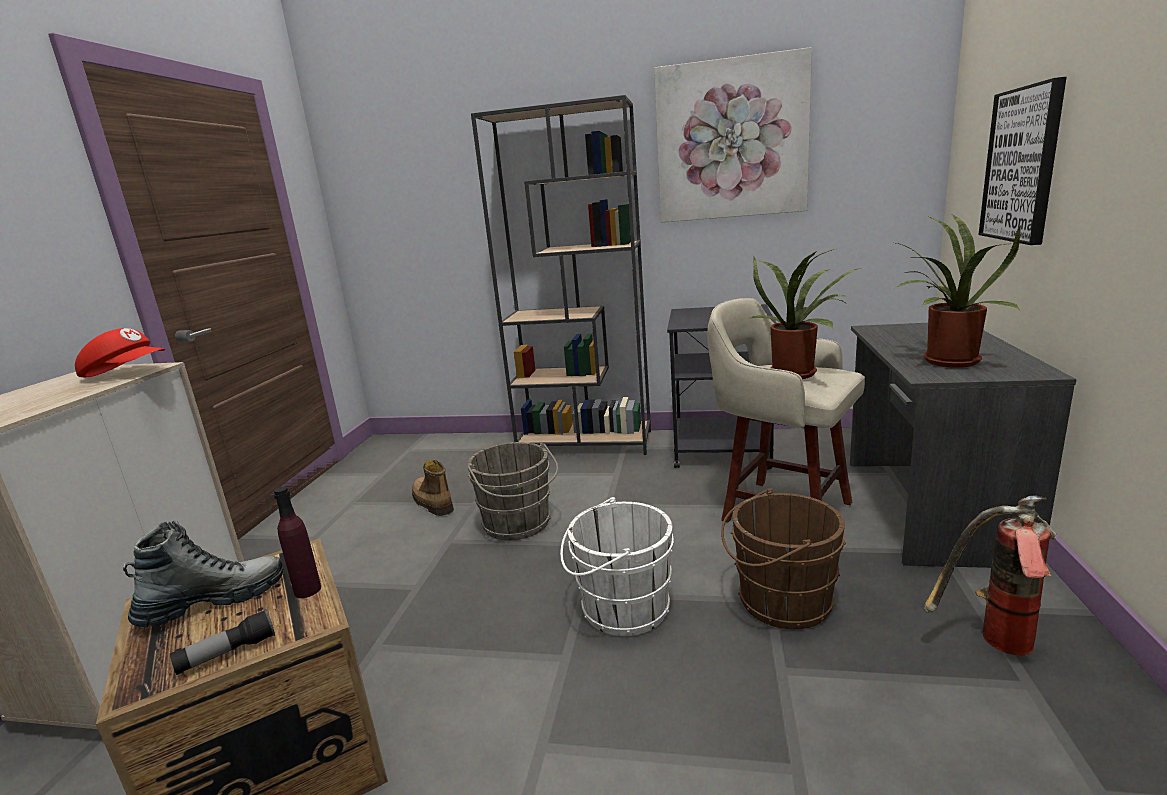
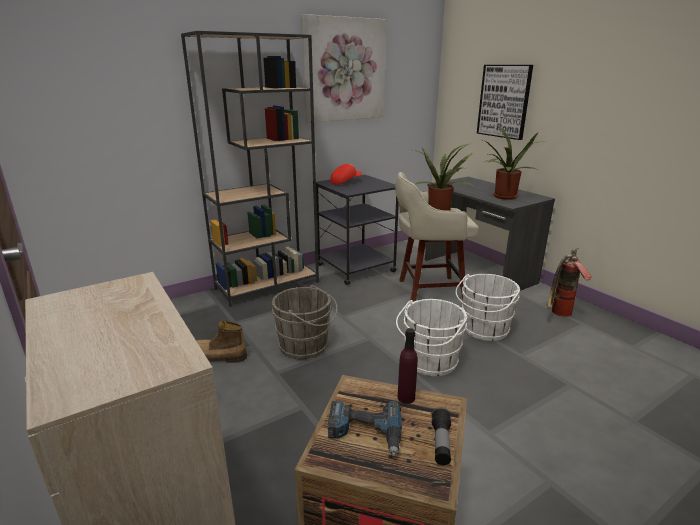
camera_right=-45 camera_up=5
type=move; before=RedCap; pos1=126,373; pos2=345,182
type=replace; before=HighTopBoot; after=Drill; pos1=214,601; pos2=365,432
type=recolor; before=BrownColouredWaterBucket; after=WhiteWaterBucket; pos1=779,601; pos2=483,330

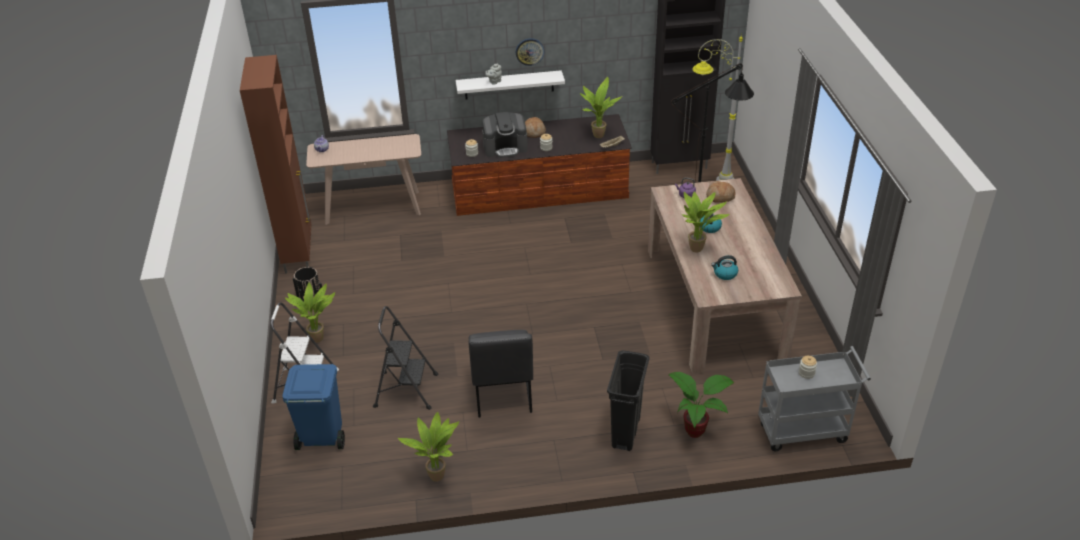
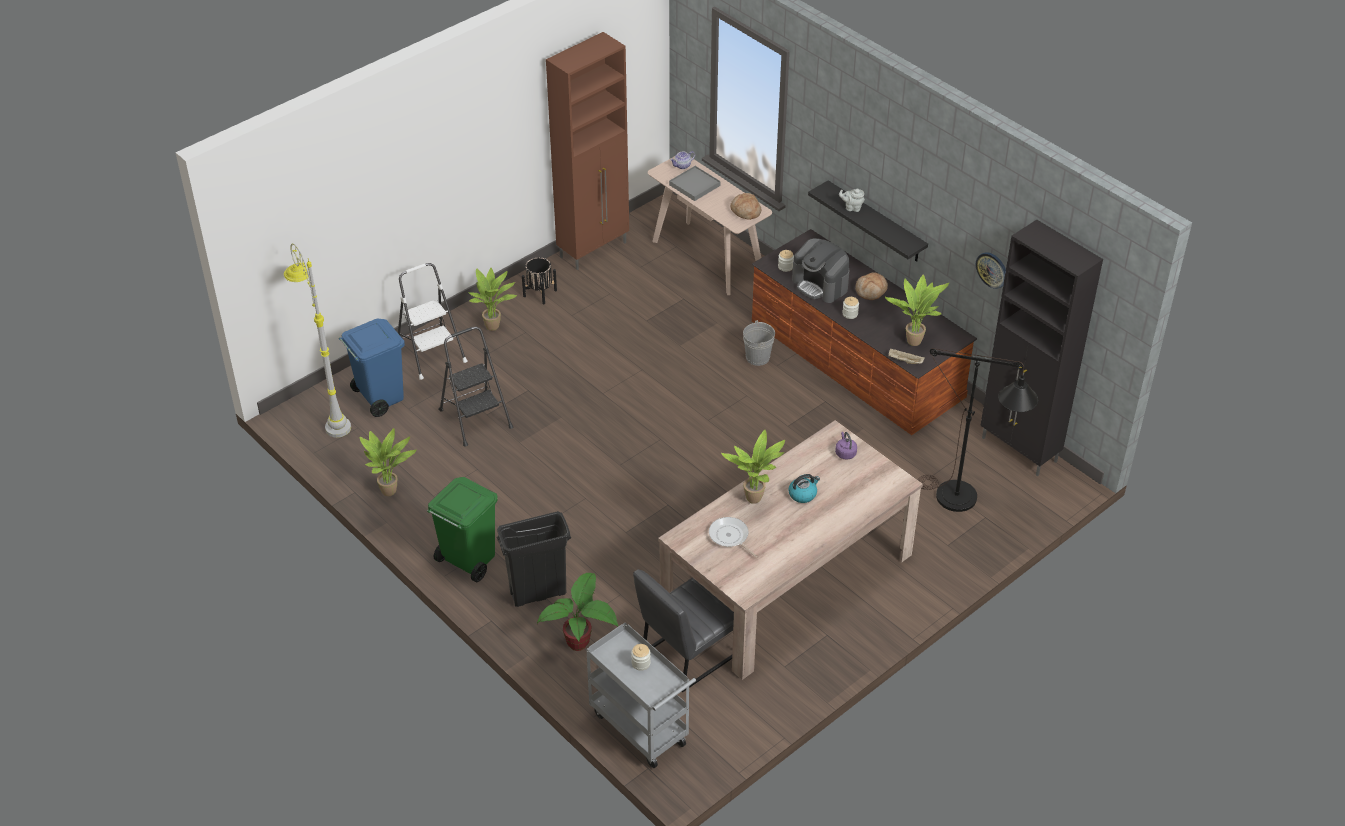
camera_right=55 camera_up=5
type=insert; after=GreenWasteBin; pos2=468,560
type=insert; after=GrayServingTray; pos2=694,185
type=insert; after=GrayWaterBucket; pos2=757,357
type=move; before=GrayPlainChair; pos1=502,393; pos2=688,654
type=move; before=WallClock; pos1=529,51; pos2=992,269
type=move; before=GrayFloorLamp; pos1=708,182; pos2=329,415
type=move; before=Bread; pos1=720,197; pos2=745,211
type=replace; before=WaterKettle; after=Skillet; pos1=725,274; pos2=730,537
type=recolor; before=WhiteShelf; after=BlackShelf; pos1=509,85; pos2=876,222

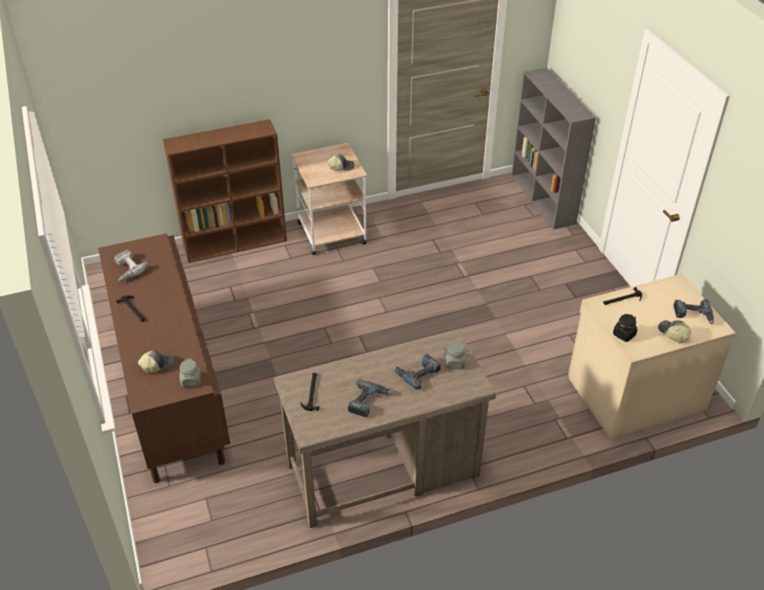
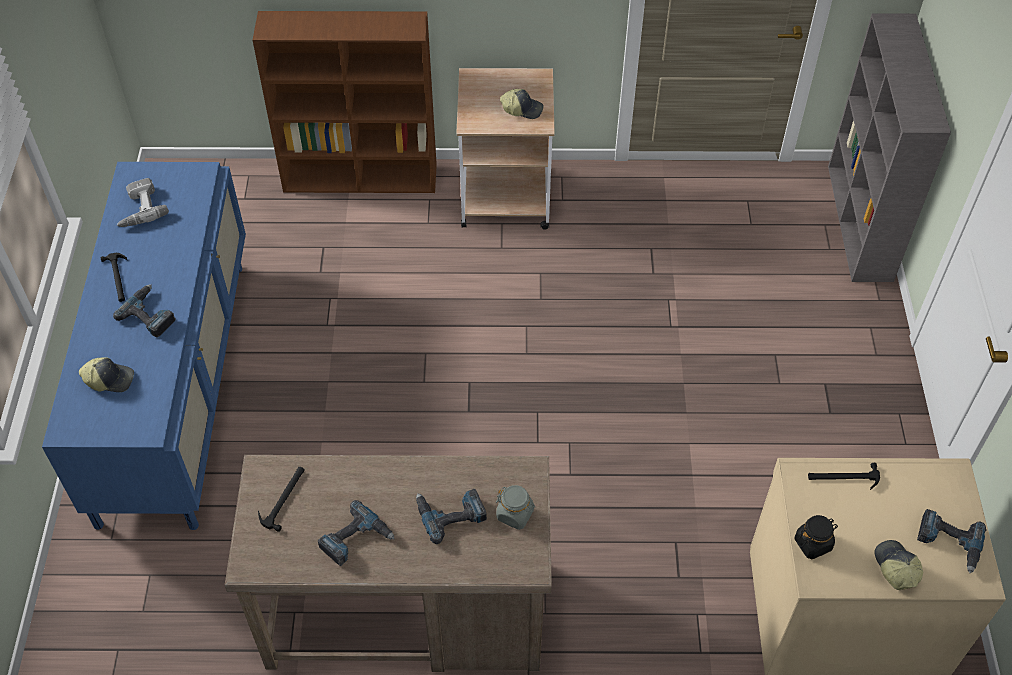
camera_right=20 camera_up=10
type=delete; before=GrayStorageJar; pos1=191,380
type=insert; after=Drill; pos2=150,314
type=recolor; before=BrownColouredCabinet; after=BluishCabinet; pos1=172,387; pos2=178,387

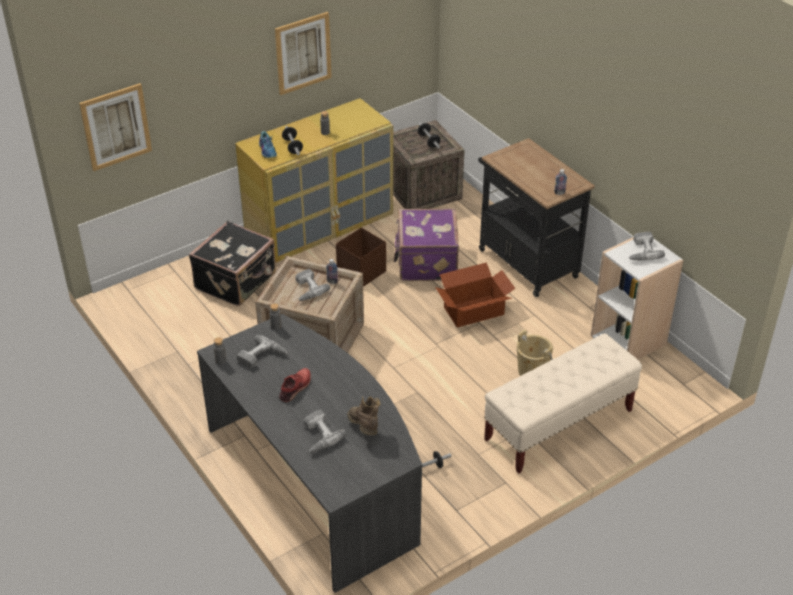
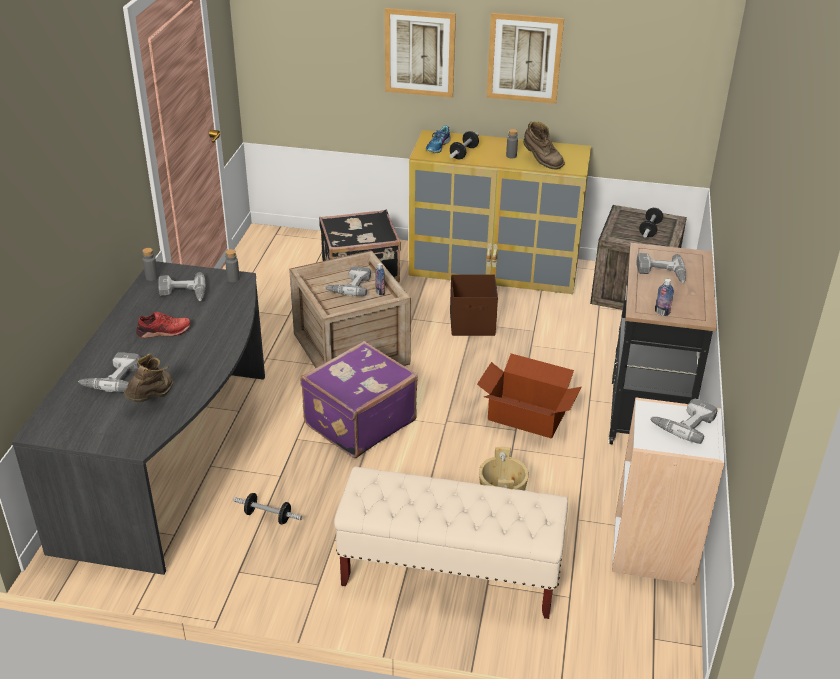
camera_right=45 camera_up=-5
type=insert; after=BrownColouredHighTopBoot; pos2=541,162
type=insert; after=Drill; pos2=661,274
type=move; before=WallPicture; pos1=116,127; pos2=419,53
type=move; before=PurpleTravelCase; pos1=426,262; pos2=358,422

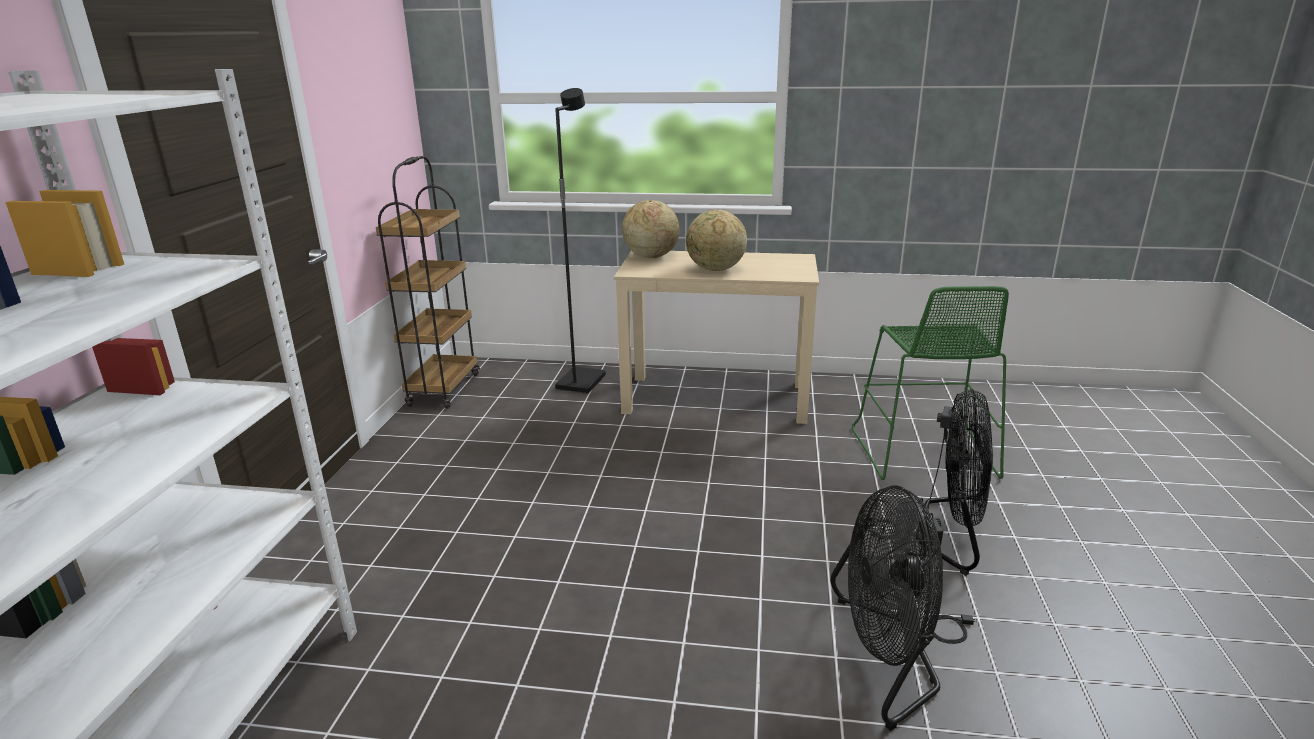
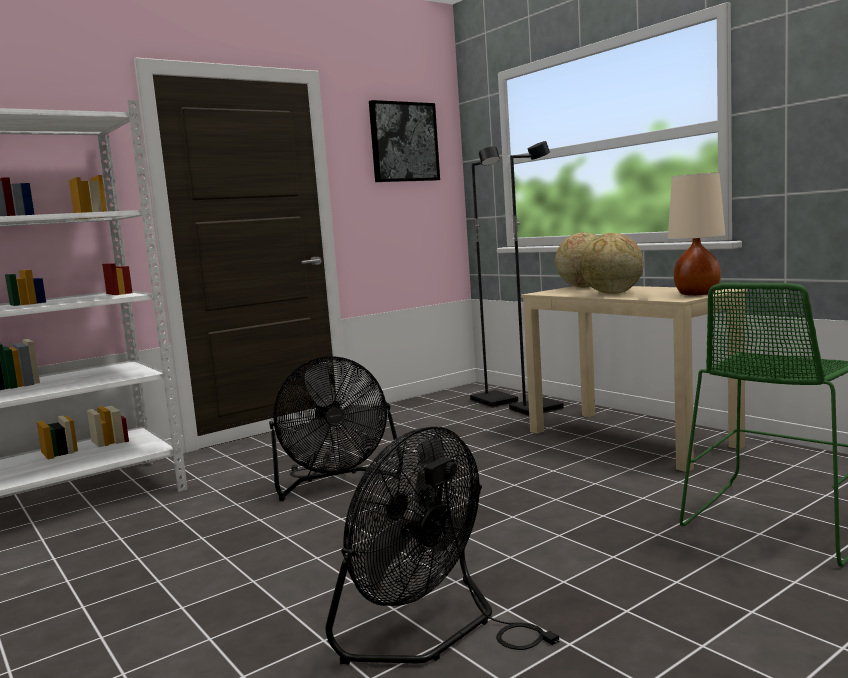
camera_right=45 camera_up=-15
type=delete; before=BrownColouredTrolley; pos1=443,391
type=insert; after=WallPicture; pos2=404,142
type=insert; after=BlackFloorLamp; pos2=495,401
type=insert; after=BeigeTabletopLamp; pos2=697,294
type=move; before=BlackElectricFan; pos1=941,530; pos2=331,482

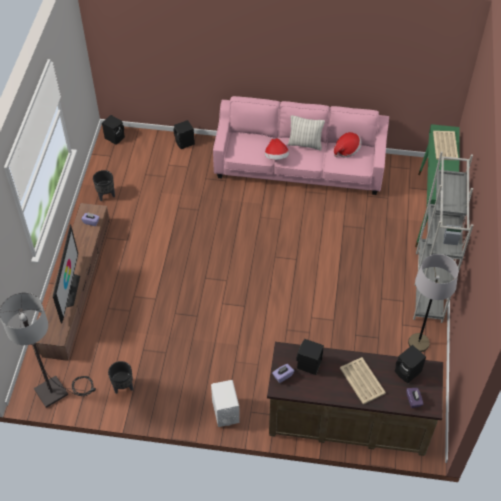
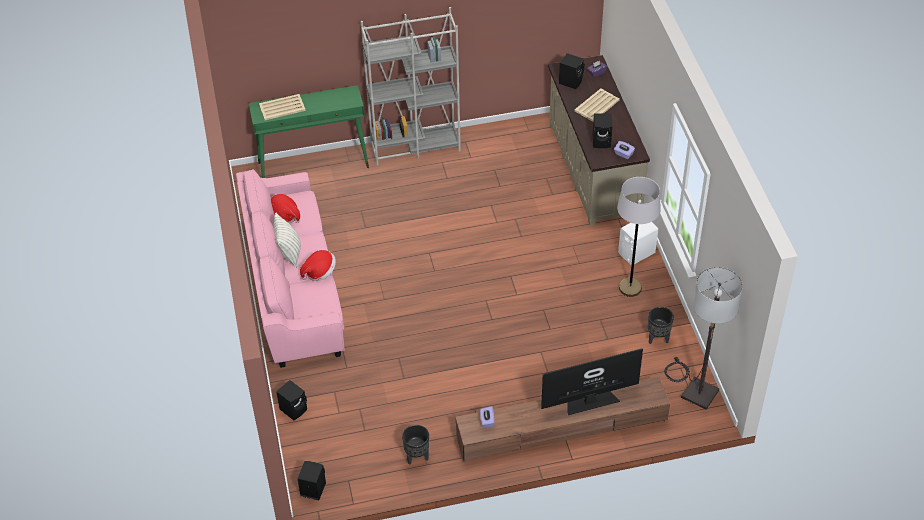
camera_right=-110 camera_up=-5
type=move; before=GrayFloorLamp; pos1=418,343; pos2=630,288

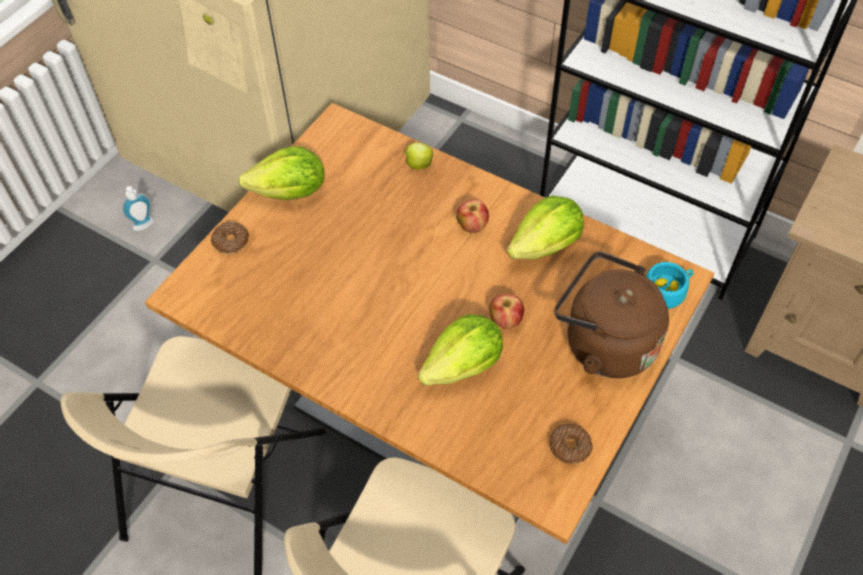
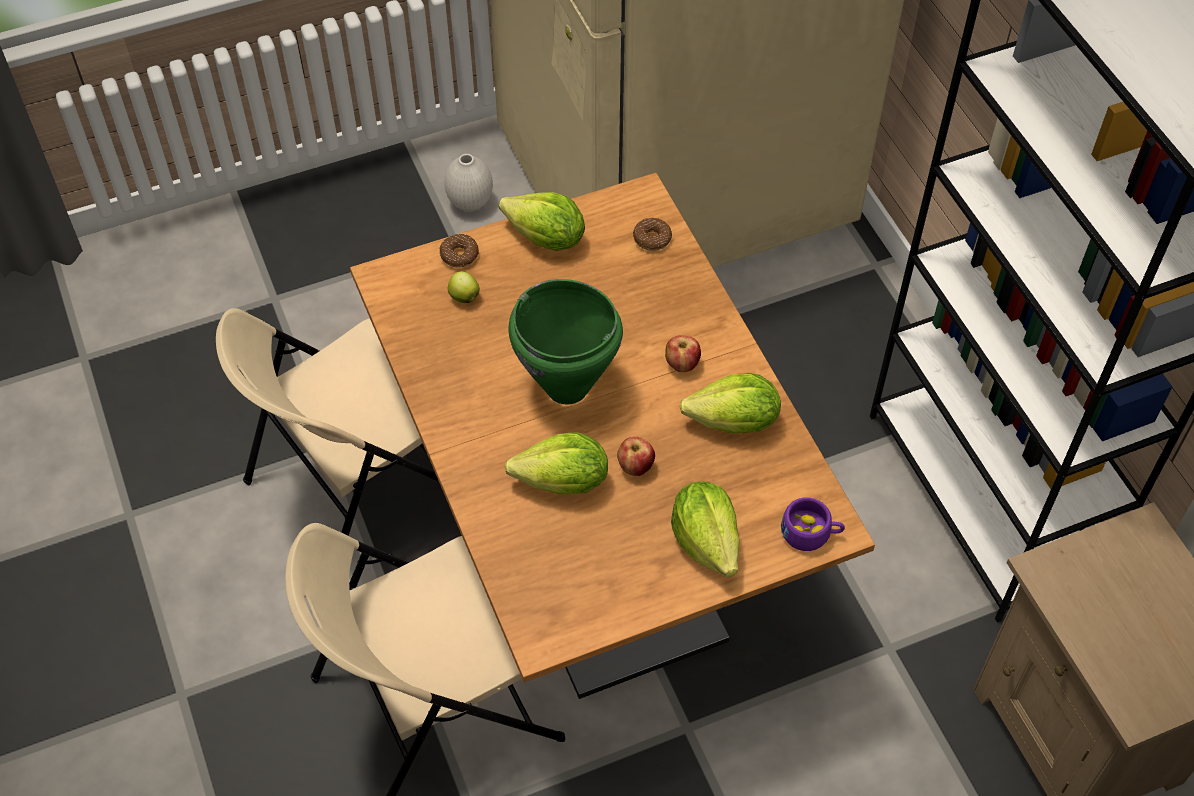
camera_right=35 camera_up=0
type=insert; after=GreenSaucepot; pos2=567,388
type=move; before=WholeApple; pos1=418,165; pos2=463,296
type=move; before=RingDoughnut; pos1=569,447; pos2=652,238
type=replace; before=SoapBottle; after=WhiteFlowerVase; pos1=145,226; pos2=471,203
type=replace; before=BrownColouredWaterKettle; after=LettuceHead; pos1=604,343; pos2=706,541
type=recolor; before=BlueGreenDrinkingCup; after=PurpleDrinkingCup; pos1=667,291; pos2=811,533

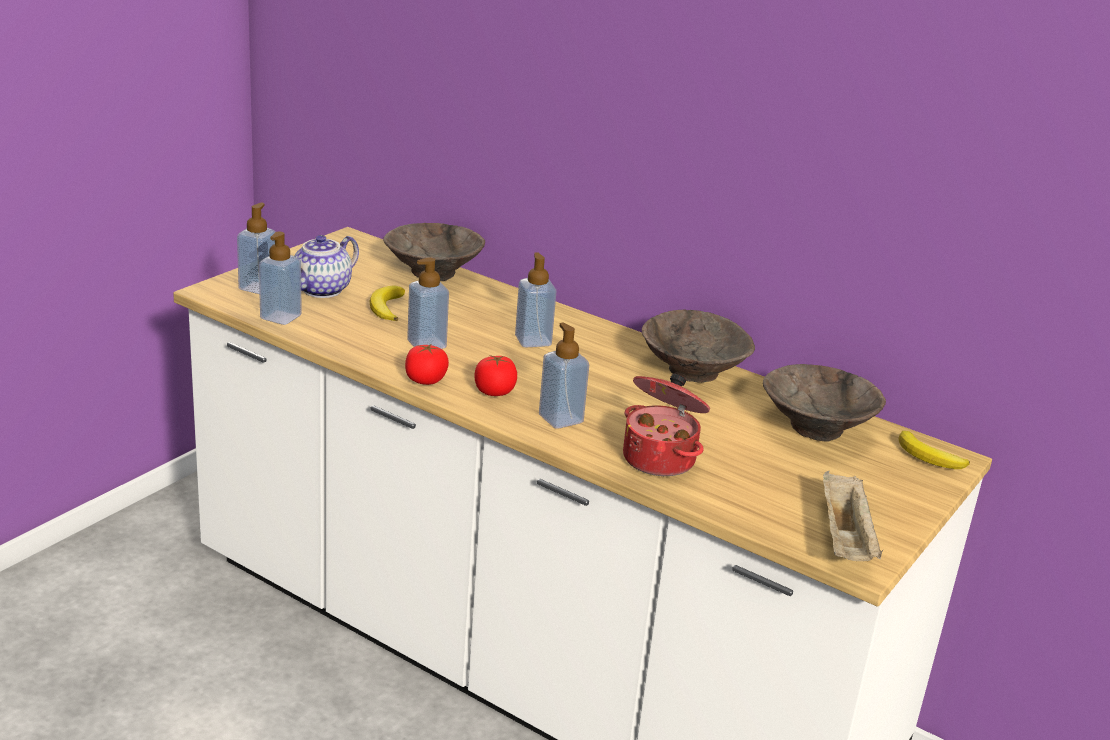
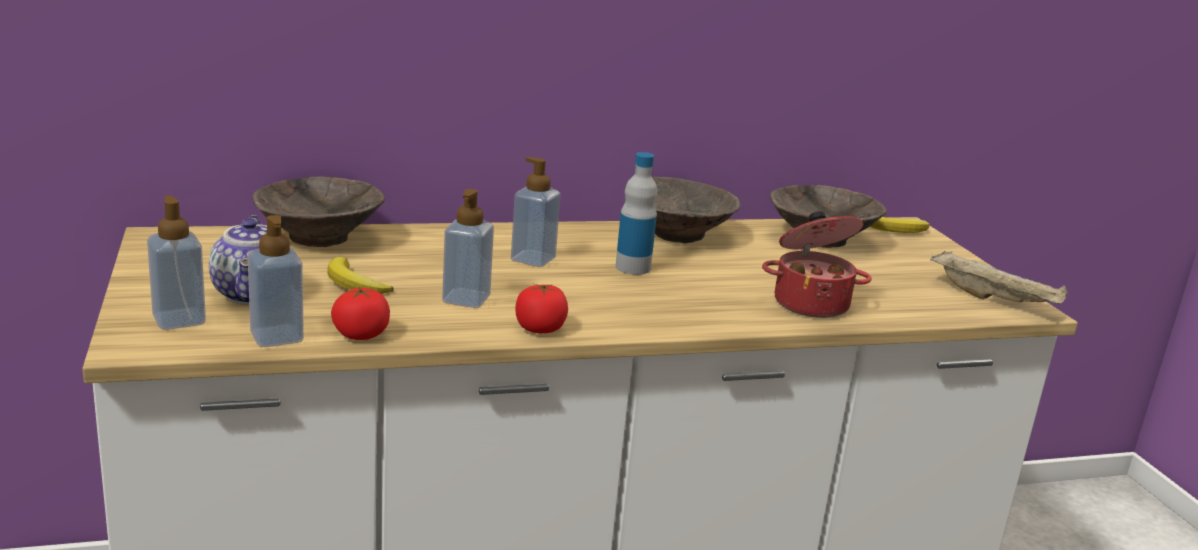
camera_right=-50 camera_up=-5
type=delete; before=SoapBottle; pos1=560,419
type=insert; after=DrinkBottle; pos2=633,267
type=move; before=FreshTomato; pos1=495,391; pos2=361,334

